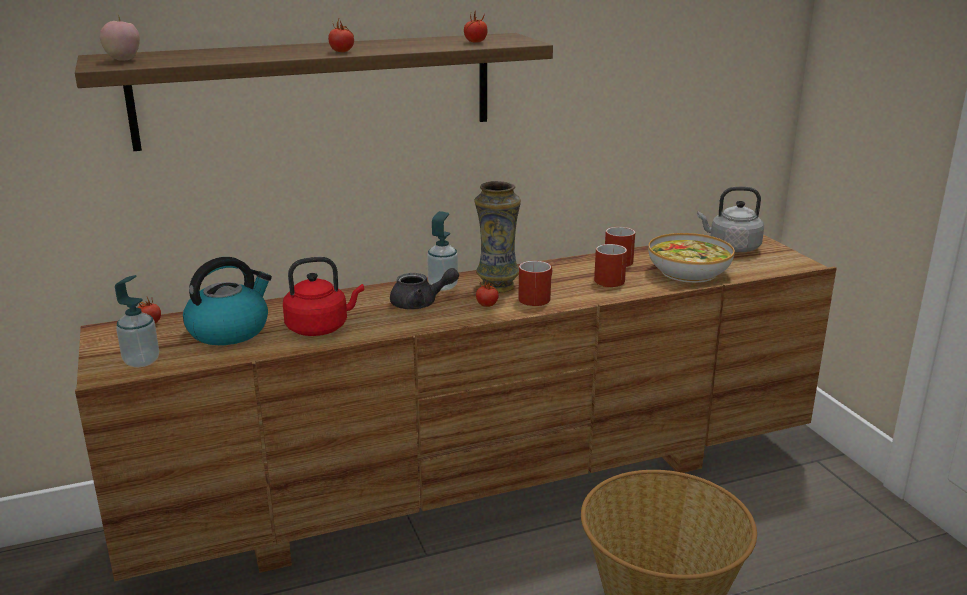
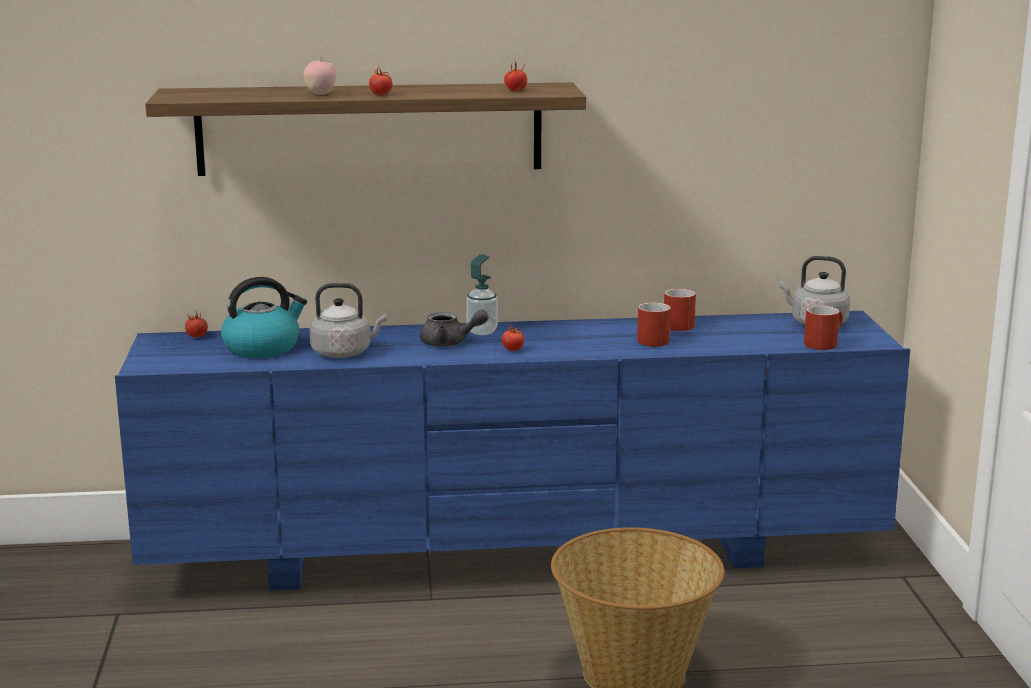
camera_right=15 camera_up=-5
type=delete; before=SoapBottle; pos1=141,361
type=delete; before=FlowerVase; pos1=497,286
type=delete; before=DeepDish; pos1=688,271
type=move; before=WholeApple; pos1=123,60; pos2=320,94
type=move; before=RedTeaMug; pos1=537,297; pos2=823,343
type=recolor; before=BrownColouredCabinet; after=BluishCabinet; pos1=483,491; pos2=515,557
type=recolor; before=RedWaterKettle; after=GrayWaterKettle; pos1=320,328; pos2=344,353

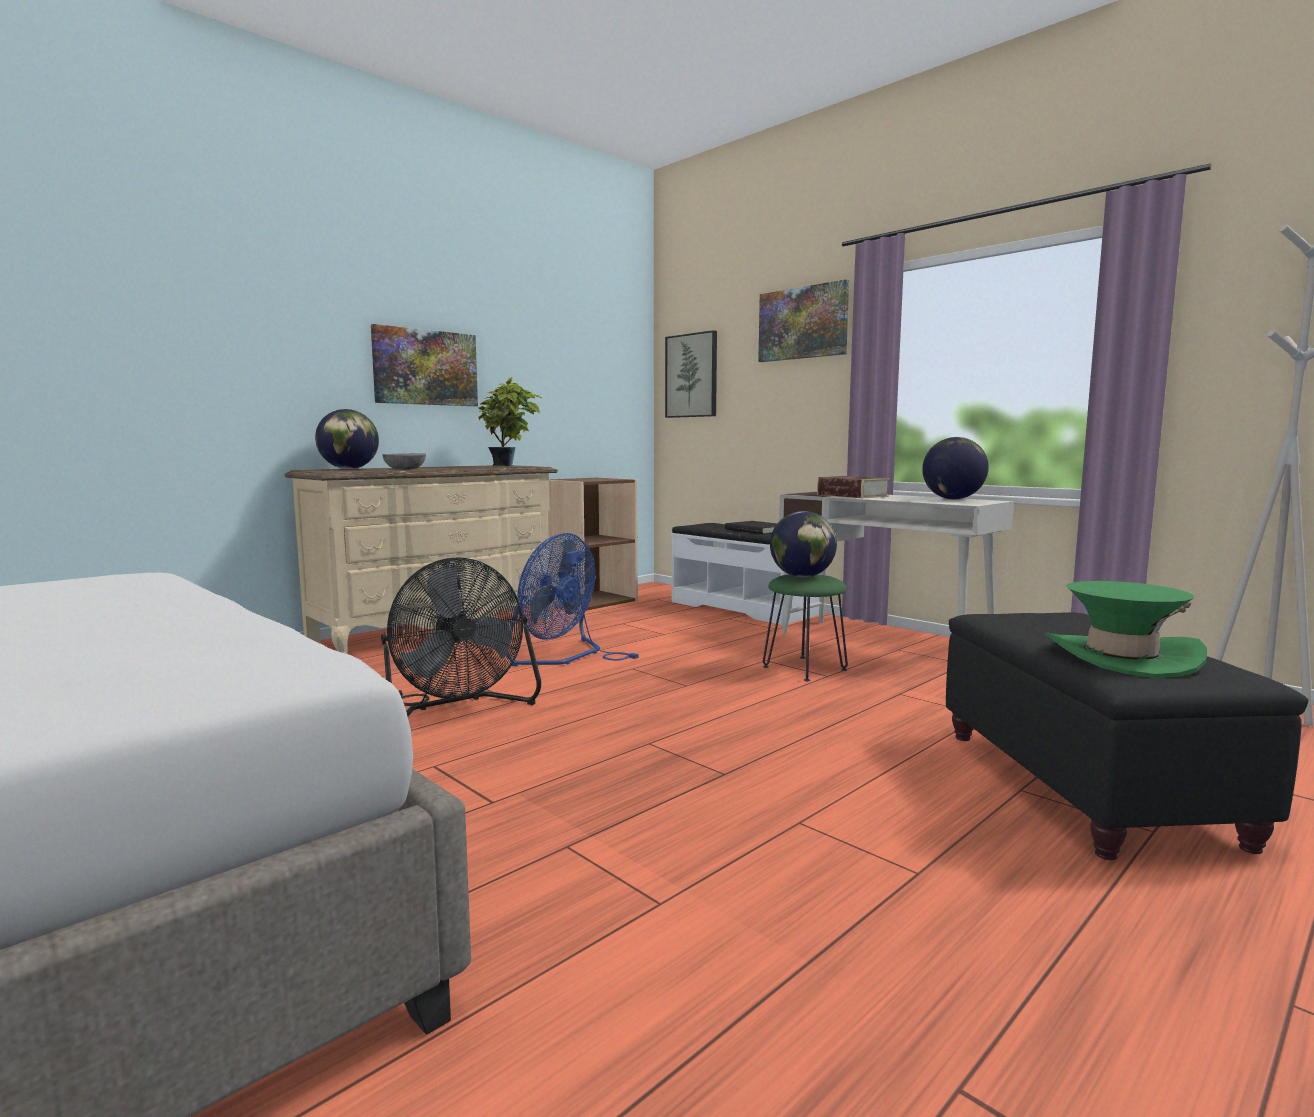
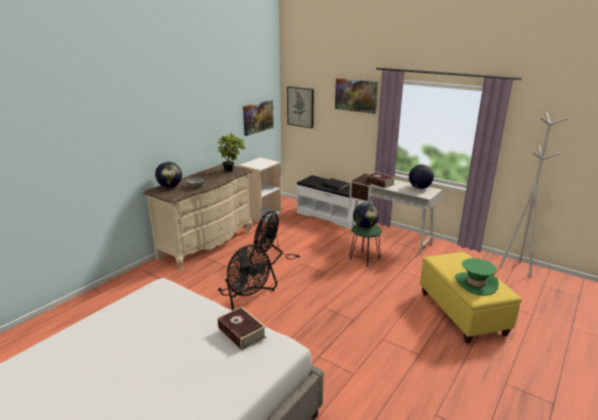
camera_right=-10 camera_up=15
type=insert; after=Volume; pos2=241,333
type=move; before=WallPicture; pos1=425,367; pos2=258,117
type=recolor; before=BluishElectricFan; after=BlackElectricFan; pos1=571,655; pos2=272,257
type=recolor; before=BrownColouredBookcase; after=WhiteBookcase; pos1=592,601; pos2=261,214
type=recolor; before=BlackFootrest; after=YellowColouredFootrest; pos1=1085,786; pos2=462,313

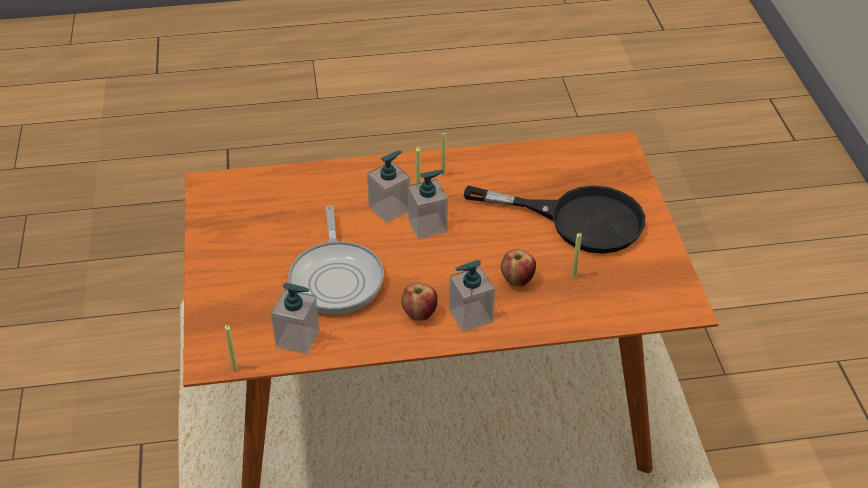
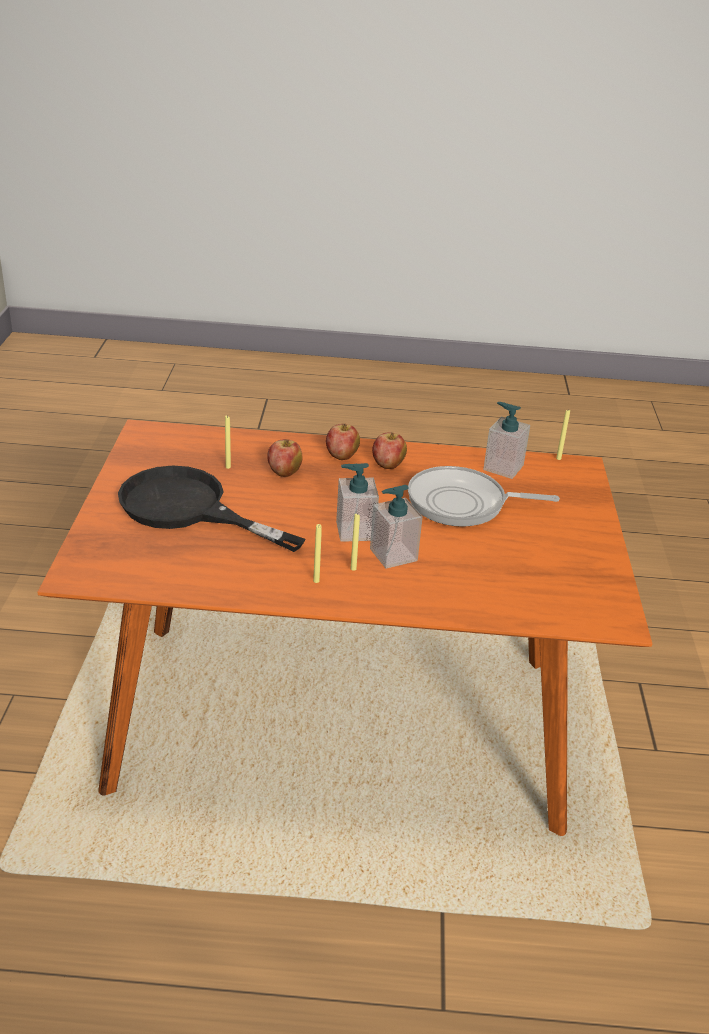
camera_right=-170 camera_up=-10
type=replace; before=SoapBottle; after=WholeApple; pos1=470,316; pos2=341,456
type=rotate; before=Skillet; pos1=337,278; pos2=462,503; turn=-90

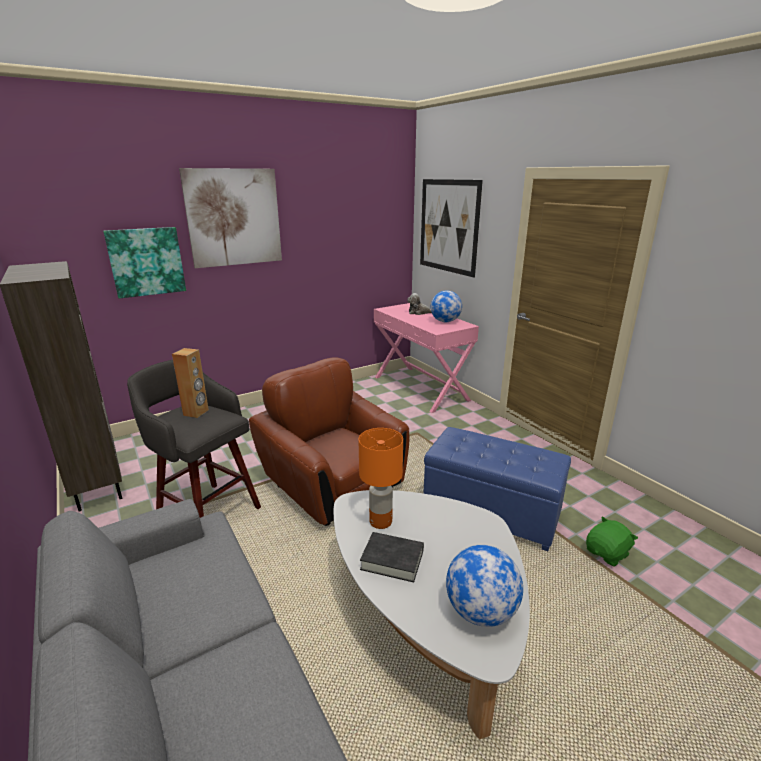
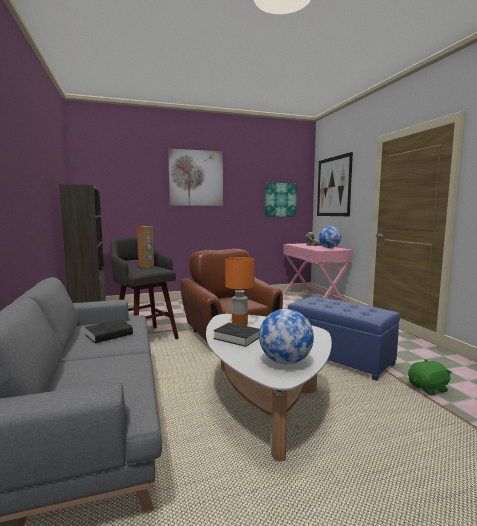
camera_right=15 camera_up=-15
type=insert; after=BlackVolume; pos2=109,335
type=move; before=WallPicture; pos1=146,262; pos2=280,200

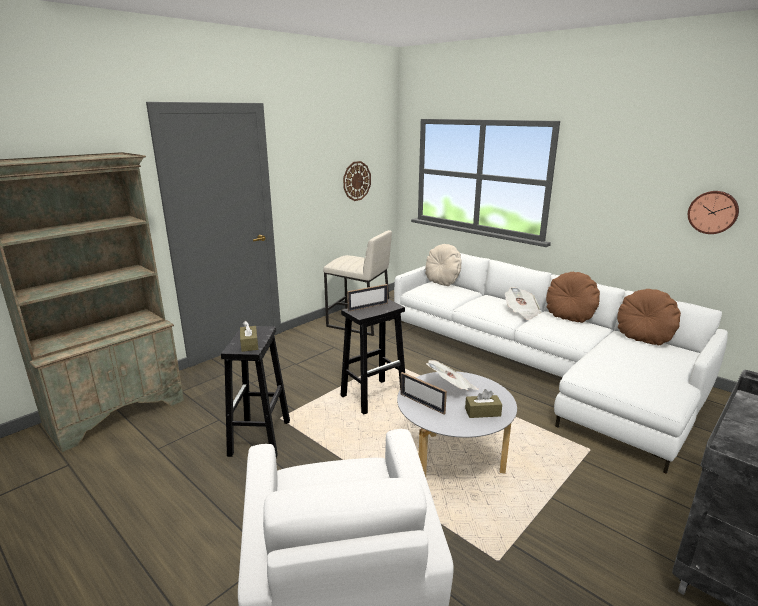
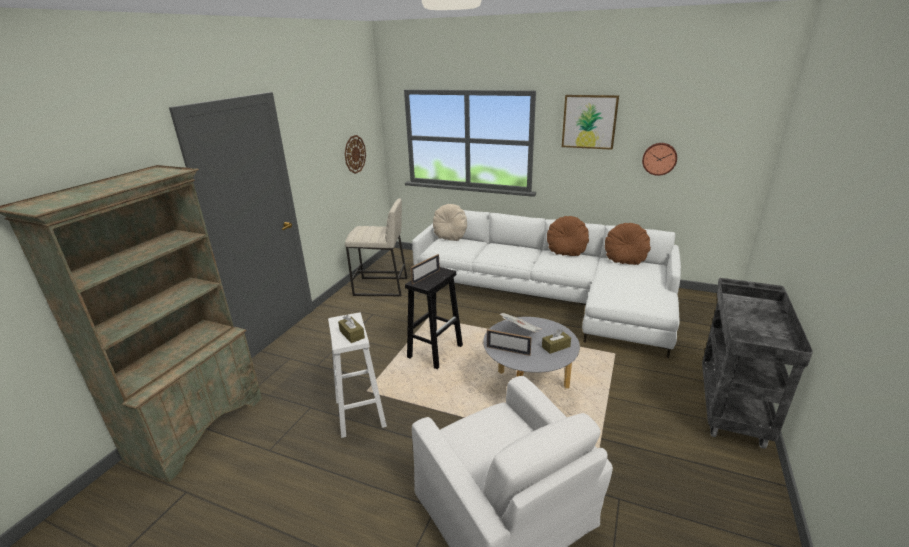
camera_right=-20 camera_up=5
type=delete; before=PrintedPaper; pos1=521,312
type=insert; after=WallPicture; pos2=589,122
type=recolor; before=BlackSittingStool; after=WhiteSittingStool; pos1=260,438; pos2=360,414

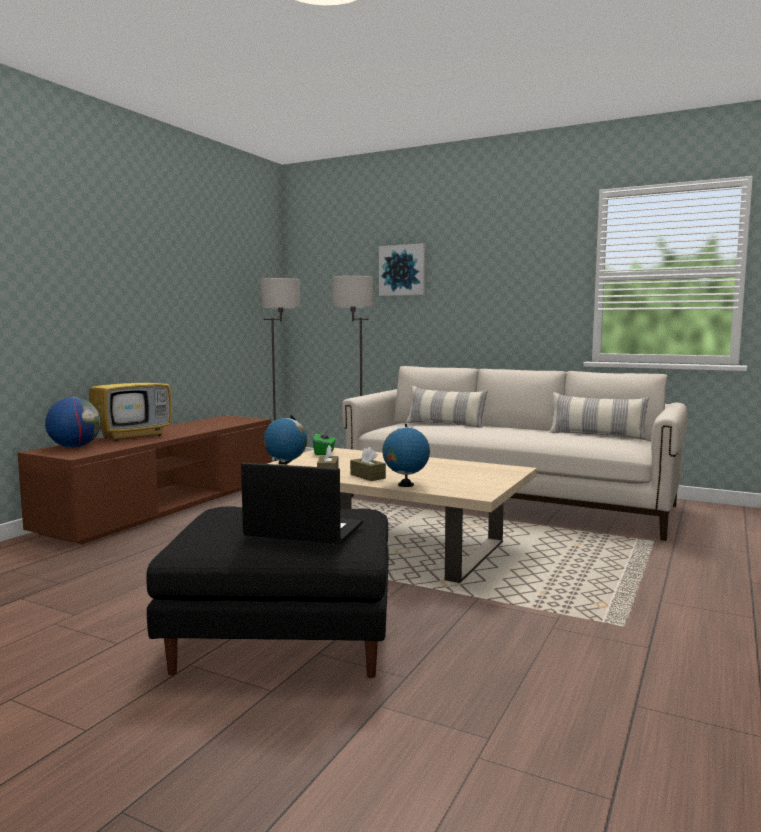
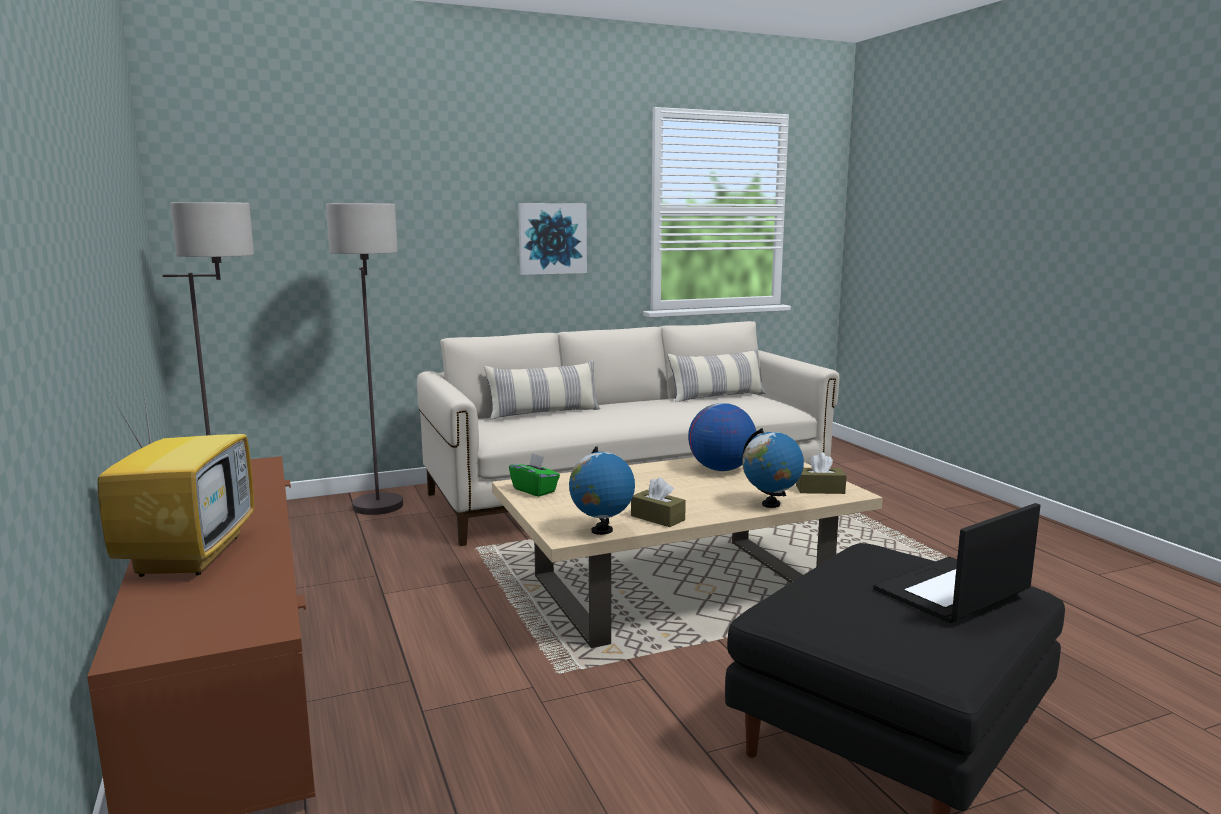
camera_right=-50 camera_up=5
type=move; before=Globe; pos1=75,447; pos2=720,469
type=move; before=BrownColouredTissueBox; pos1=367,476; pos2=820,489
type=move; before=WallPicture; pos1=402,270; pos2=552,238

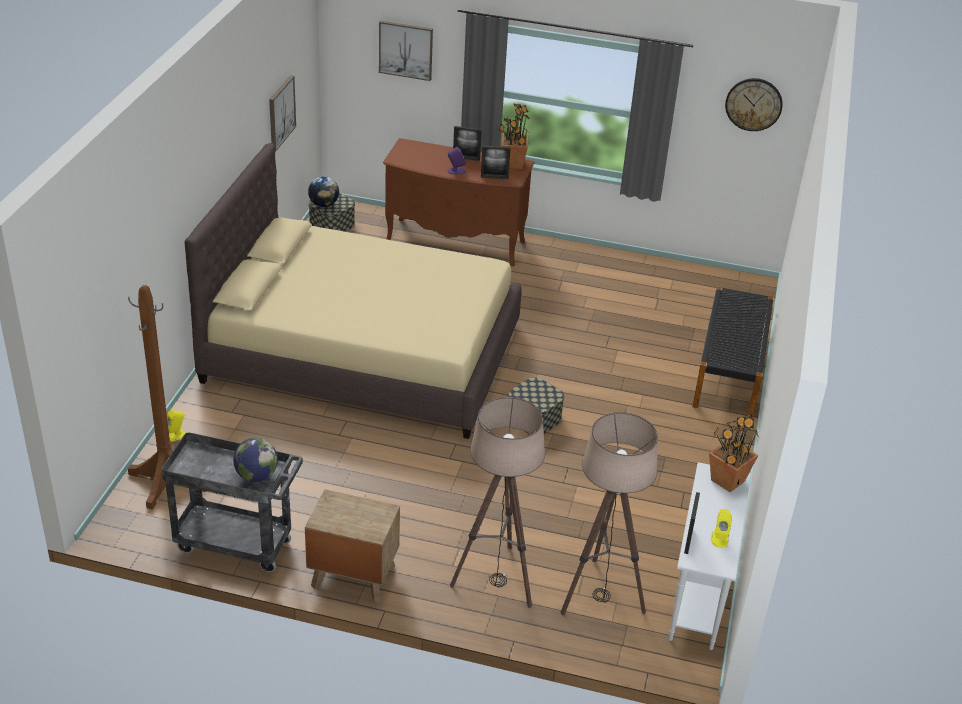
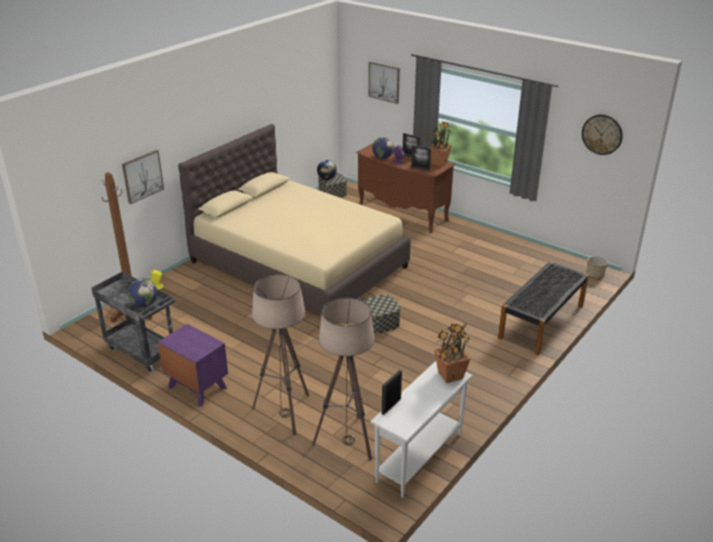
camera_right=25 camera_up=-5
type=delete; before=YellowColouredSpeaker; pos1=719,538
type=insert; after=Globe; pos2=382,157
type=insert; after=FlowerPot; pos2=595,275
type=move; before=WallPicture; pos1=281,113; pos2=142,176
type=recolor; before=BrownColouredBedsideTable; after=PurpleBedsideTable; pos1=352,576; pos2=197,387

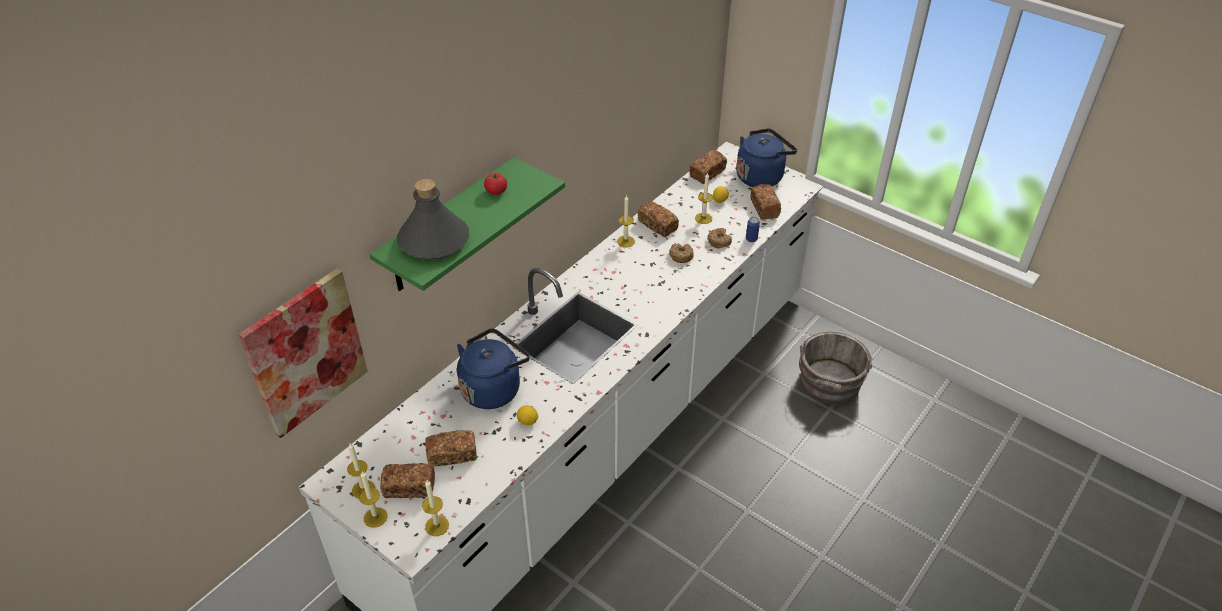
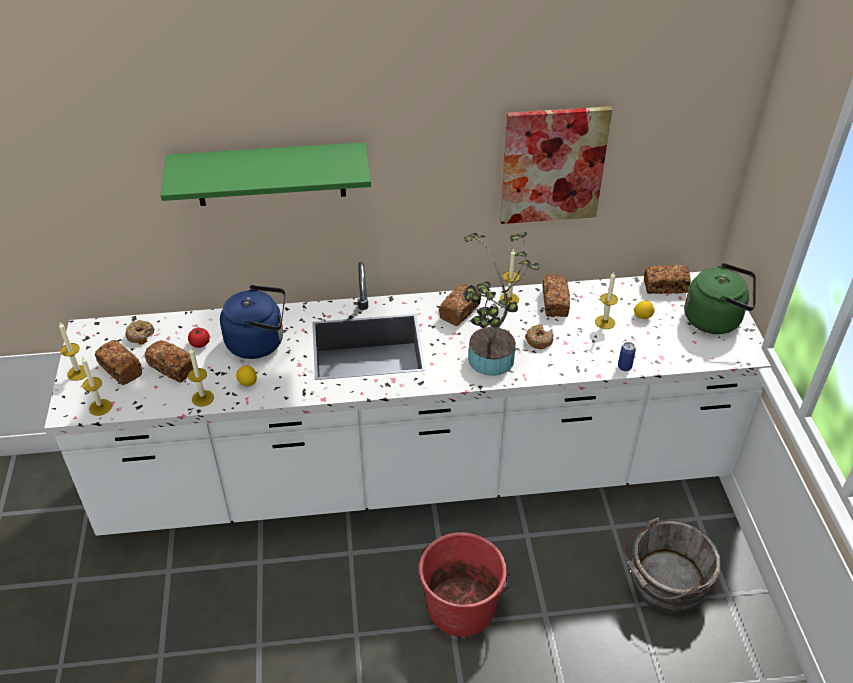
camera_right=45 camera_up=0
type=delete; before=GrayDrinkBottle; pos1=434,241
type=insert; after=RedWaterBucket; pos2=461,606
type=insert; after=Houseplant; pos2=489,363
type=move; before=WallPicture; pos1=305,352; pos2=552,165
type=move; before=WaxLight; pos1=363,489; pos2=202,398
type=move; before=FreshTomato; pos1=496,191; pos2=200,344
type=move; before=RingDoughnut; pos1=719,241; pos2=140,335
type=move; before=Bread; pos1=764,208; pos2=460,311
type=recolor; before=BluishWaterKettle; after=GreenWaterKettle; pos1=761,176; pos2=716,319

